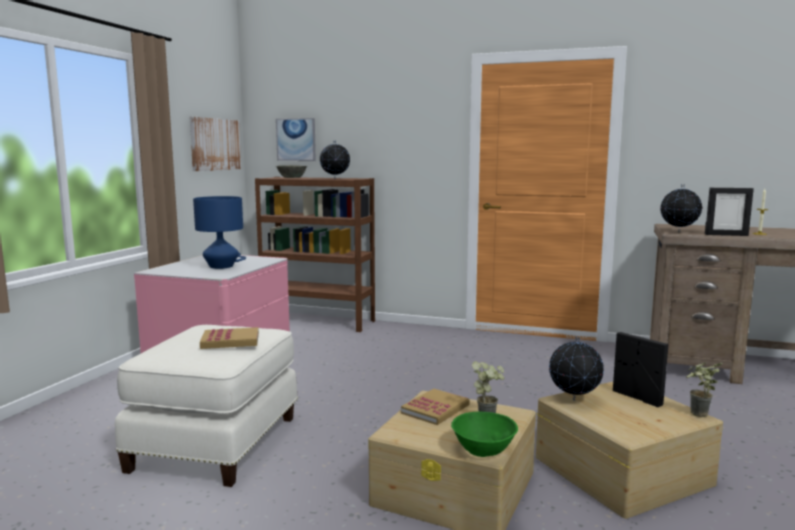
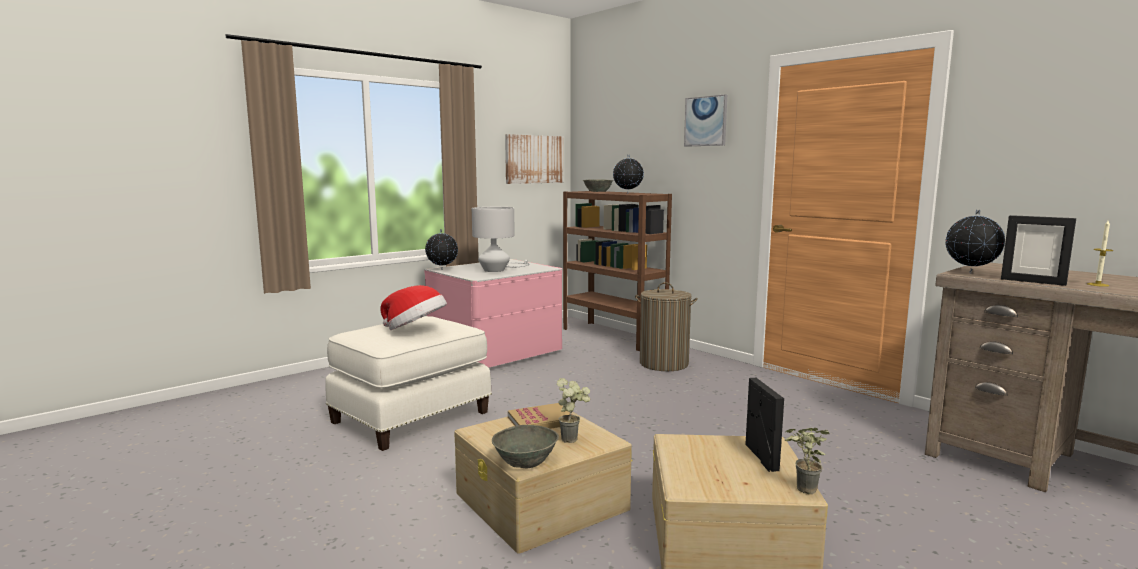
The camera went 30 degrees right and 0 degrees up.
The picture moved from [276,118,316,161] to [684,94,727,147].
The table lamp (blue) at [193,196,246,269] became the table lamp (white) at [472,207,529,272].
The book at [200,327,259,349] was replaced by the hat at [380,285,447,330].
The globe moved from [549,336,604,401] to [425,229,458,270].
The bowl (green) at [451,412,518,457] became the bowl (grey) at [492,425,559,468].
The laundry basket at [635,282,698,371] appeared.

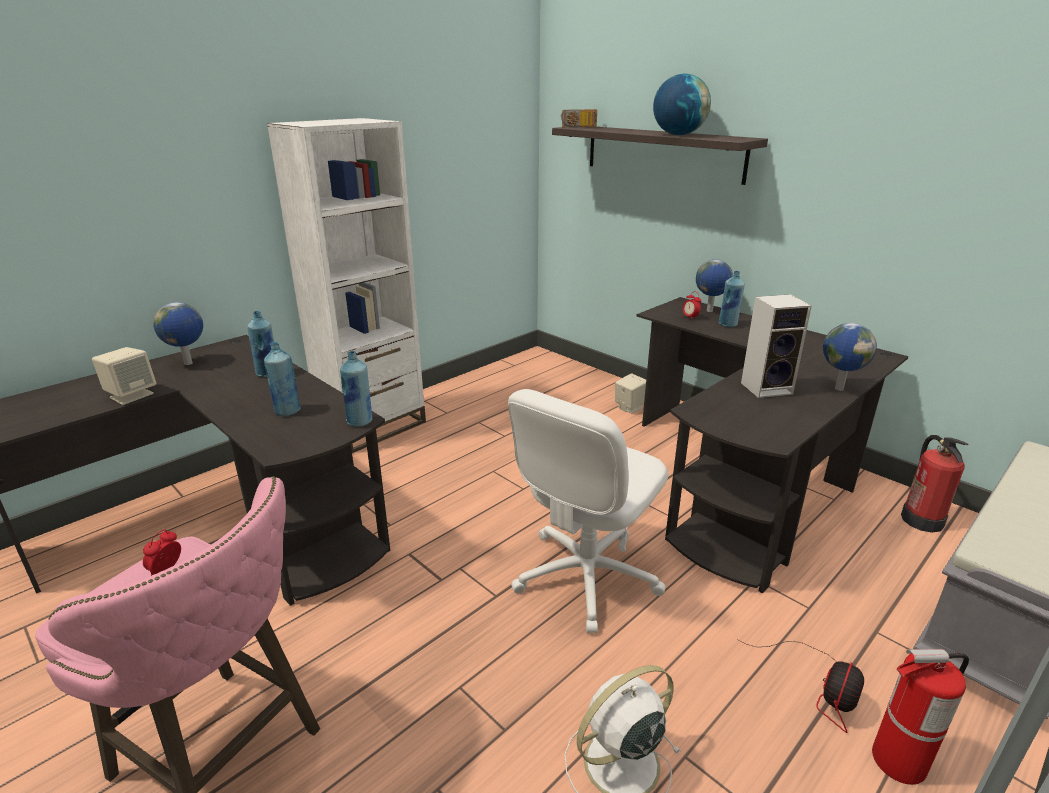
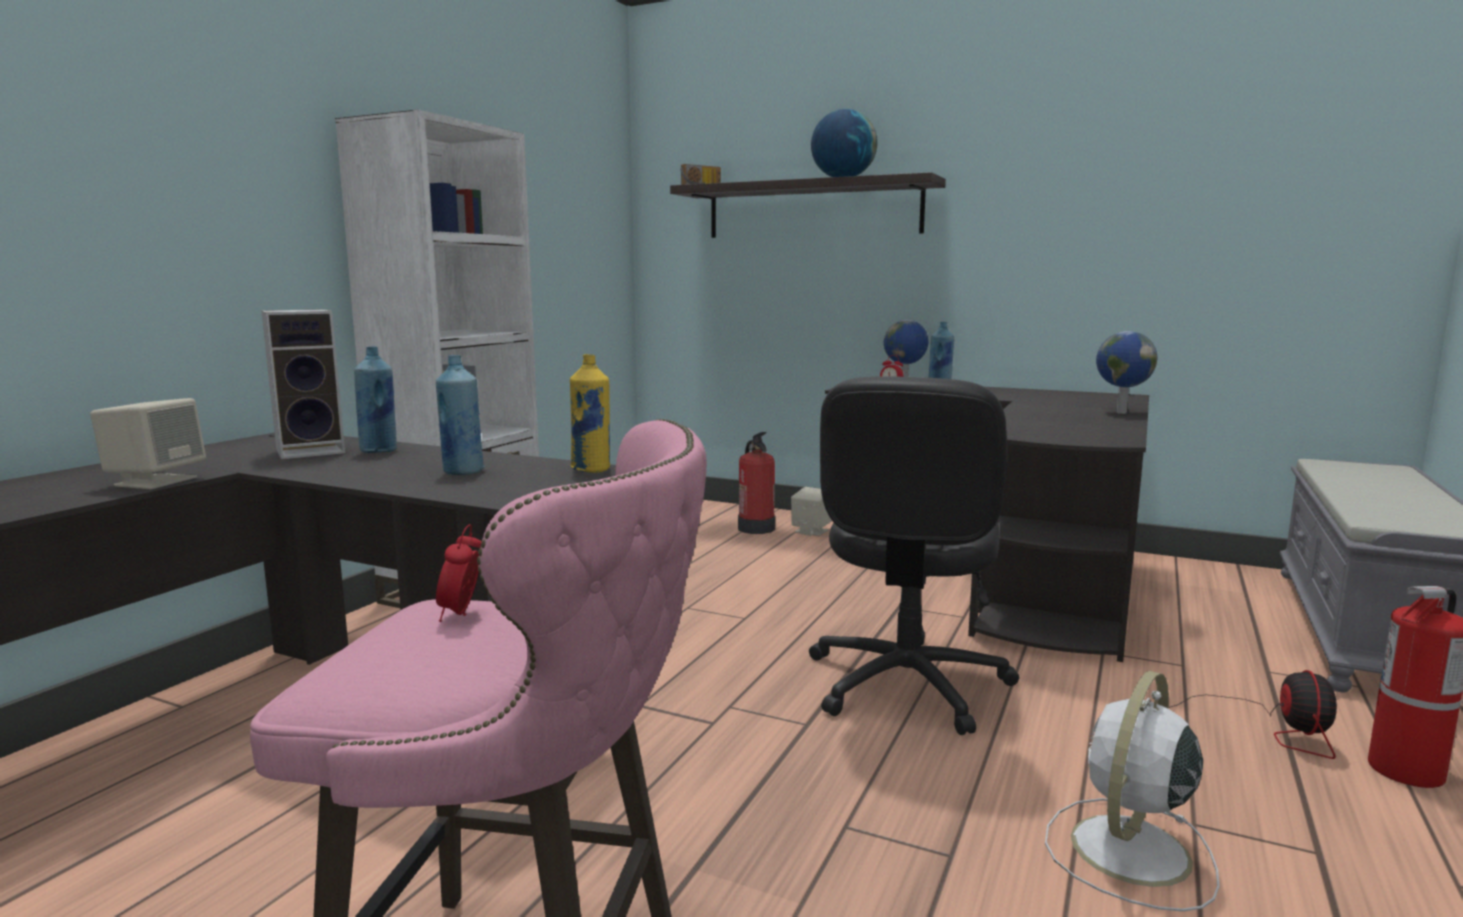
The camera went 20 degrees left and 15 degrees down.
The speaker moved from [741,294,812,398] to [261,309,345,459].
The globe at [153,302,203,365] disappeared.
The bottle (blue) at [340,351,372,427] became the bottle (yellow) at [570,354,610,473].
The office chair (white) at [508,389,668,633] became the office chair (black) at [809,376,1019,735].
The fire extinguisher moved from [901,435,969,533] to [738,432,775,534].

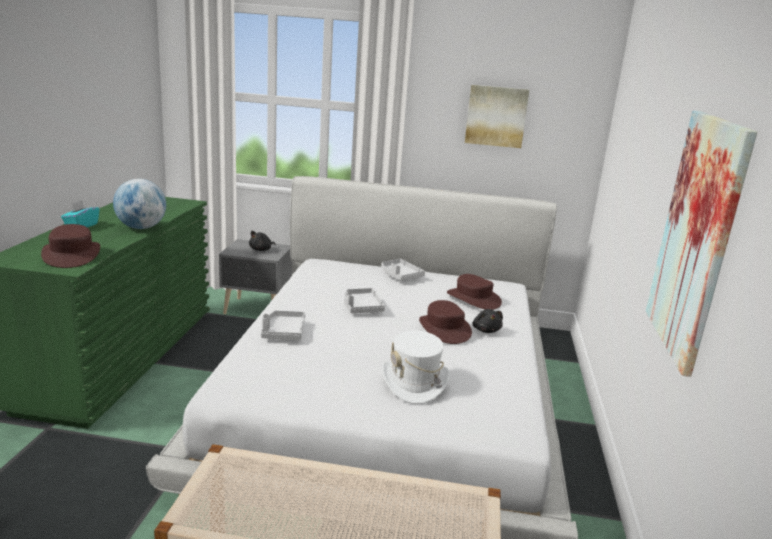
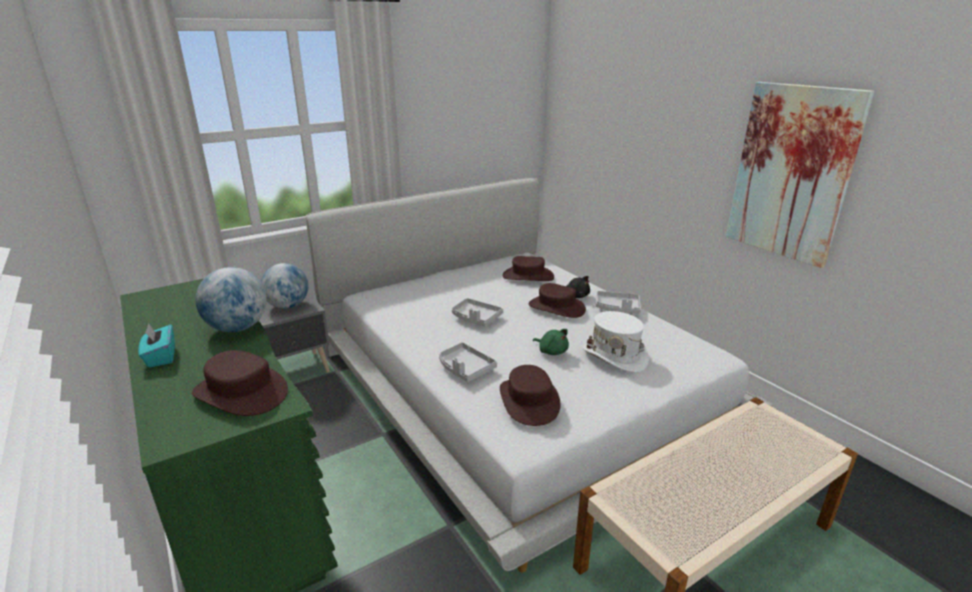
The camera went 40 degrees left and 5 degrees up.
The picture at [465,85,529,148] disappeared.
The plush toy (black) at [249,231,275,251] was replaced by the globe at [261,263,308,309].
The tray (grey) moved from [381,259,425,281] to [596,291,641,313].
The plush toy (green) at [533,329,569,355] appeared.
The hat (brown) at [500,365,561,426] appeared.

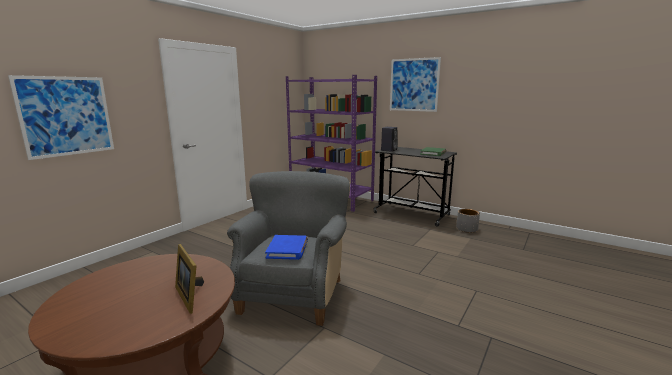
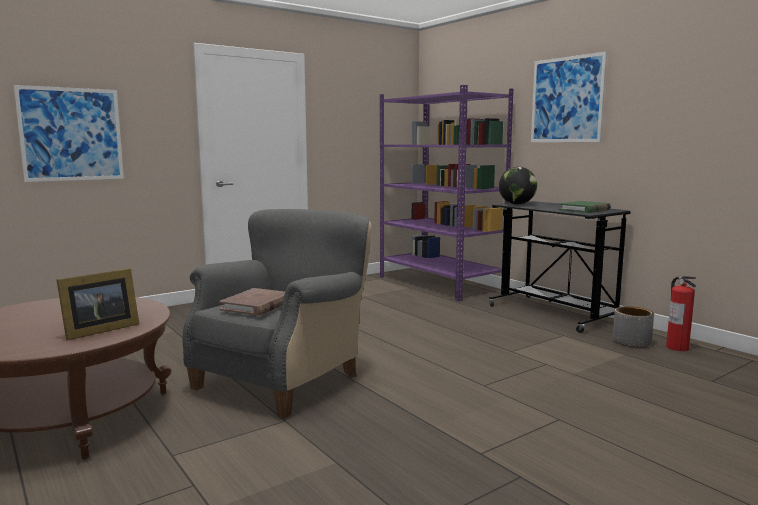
The camera went 20 degrees right and 5 degrees down.
The speaker (black) at [381,127,398,152] was replaced by the globe at [499,167,537,204].
The book (blue) at [265,235,308,260] became the book (brown) at [219,288,285,316].
The picture frame at [175,244,204,314] turned 120 degrees counterclockwise.
The fire extinguisher at [666,276,696,351] appeared.

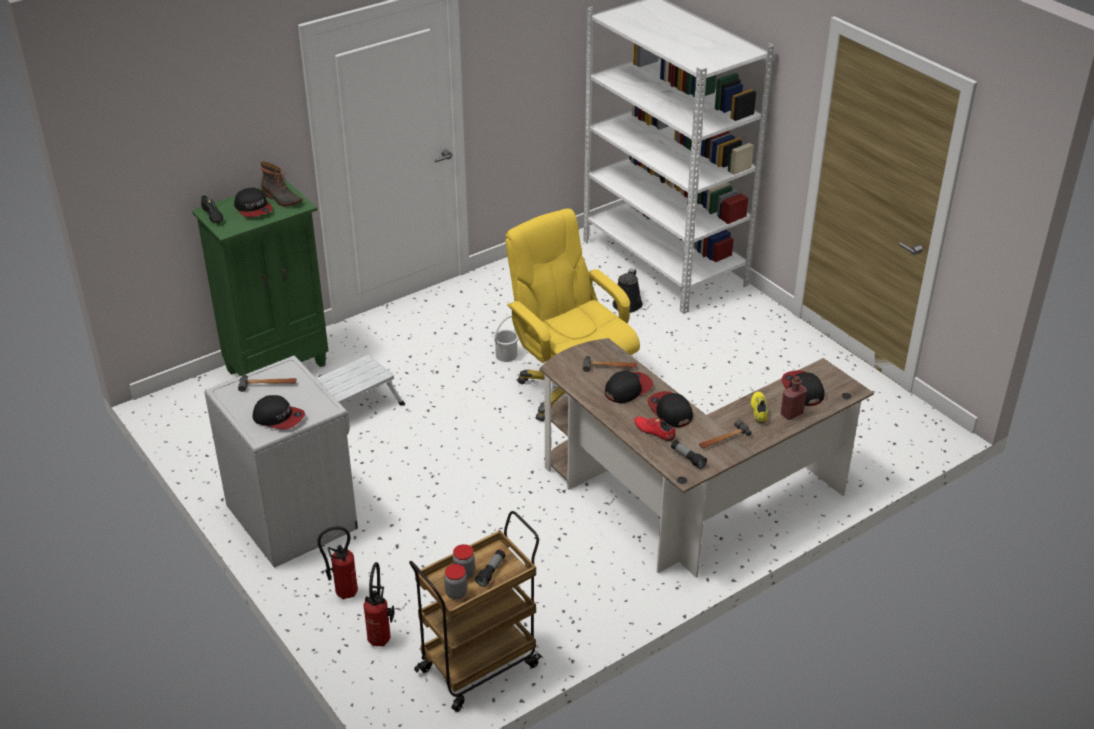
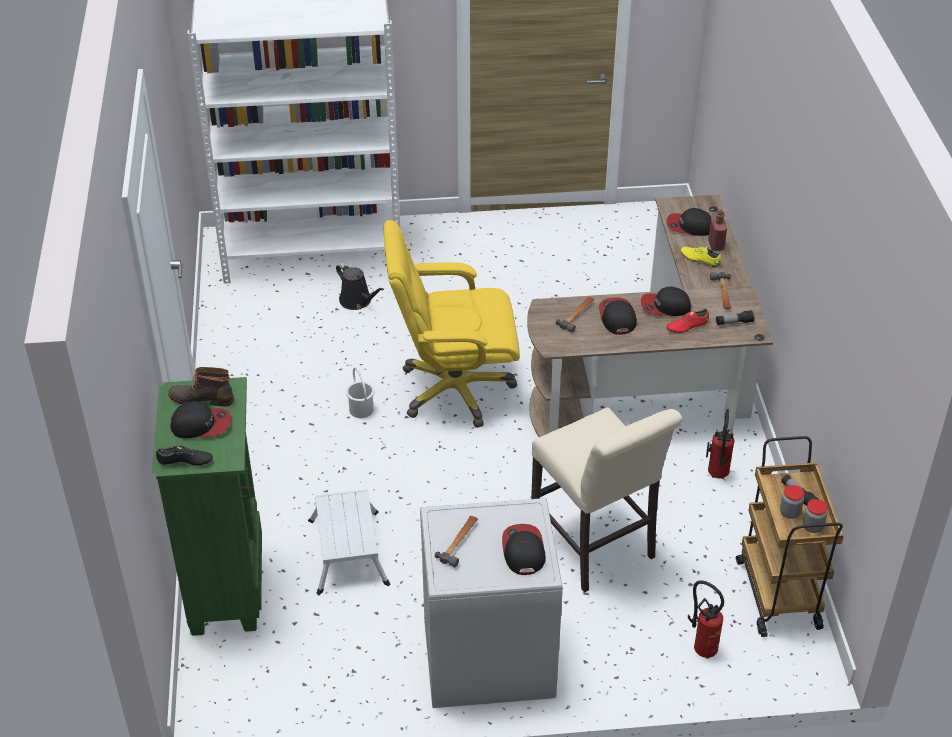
The camera went 60 degrees left and 5 degrees up.
The boot at [261,162,303,207] turned 150 degrees counterclockwise.
The cap at [253,395,305,430] turned 60 degrees counterclockwise.
The fire extinguisher moved from [317,526,358,599] to [706,409,734,479].
The stool (beige) at [531,407,682,592] appeared.

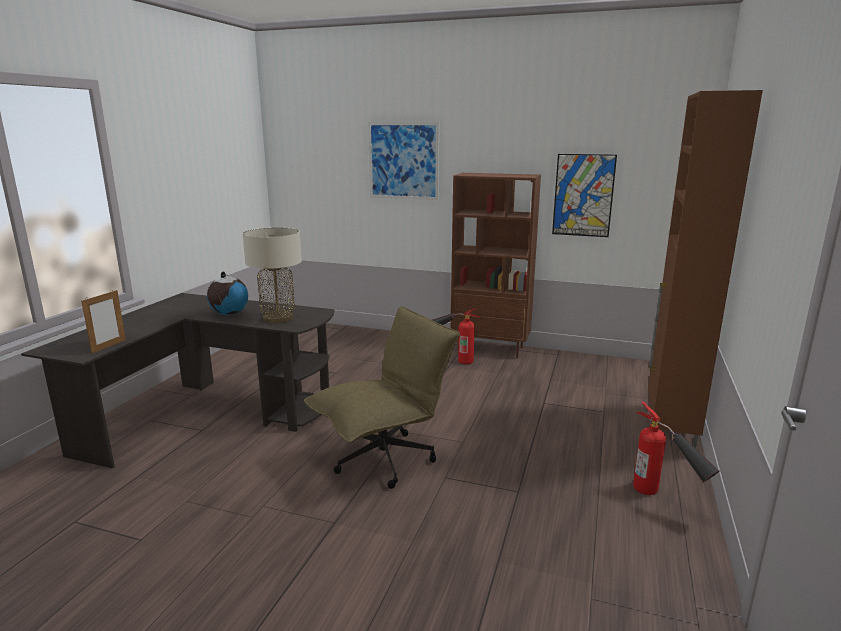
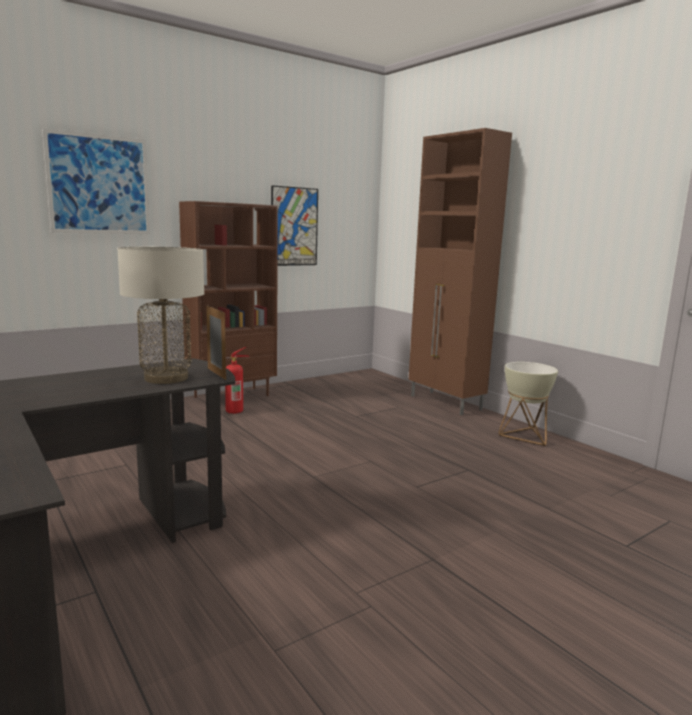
The camera went 55 degrees left and 5 degrees down.
The globe at [207,272,248,315] disappeared.
The picture frame moved from [81,290,126,353] to [206,304,226,380].
The office chair (beige) at [304,306,460,489] disappeared.
The fire extinguisher at [633,402,719,495] was replaced by the planter at [499,362,558,446].

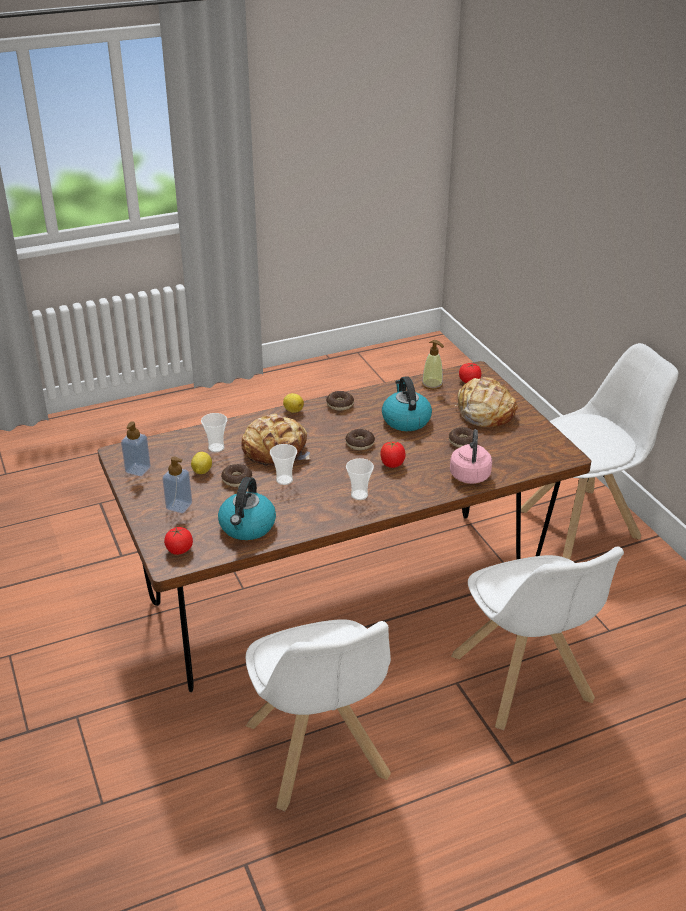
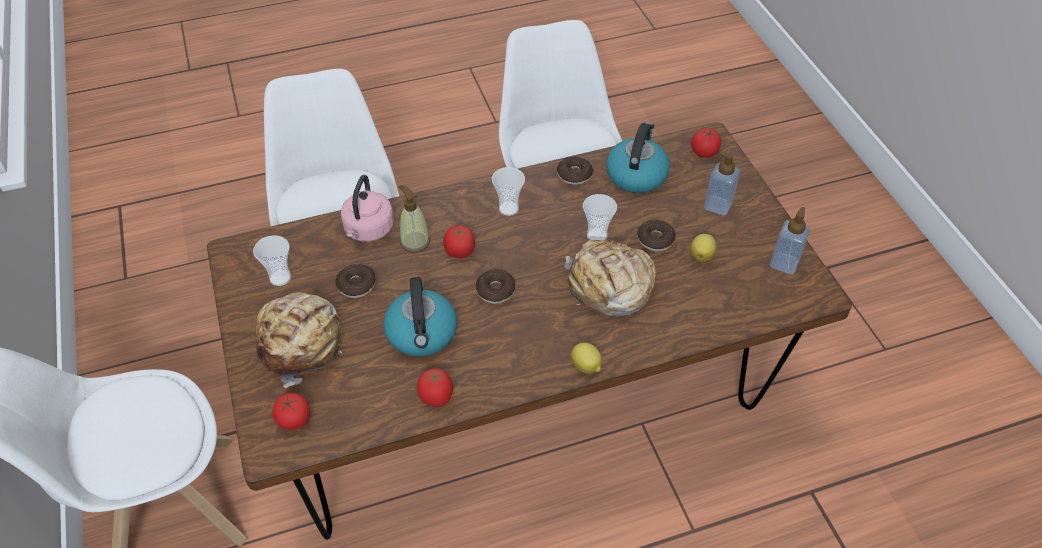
The camera went 175 degrees left and 15 degrees up.
The soap dispenser moved from [422,340,444,390] to [398,185,430,253].
The donut moved from [326,391,354,411] to [557,156,593,185].
The cup moved from [201,413,227,452] to [253,235,291,286].
The tomato at [417,368,453,407] appeared.

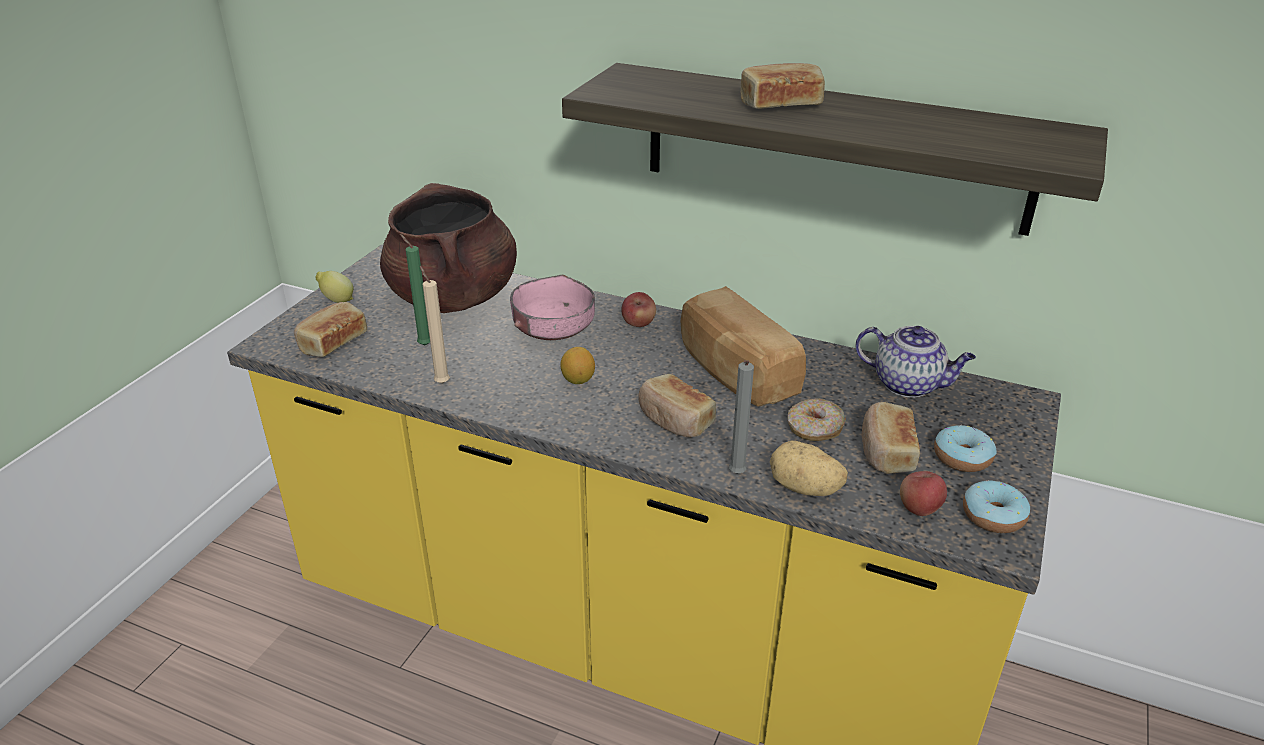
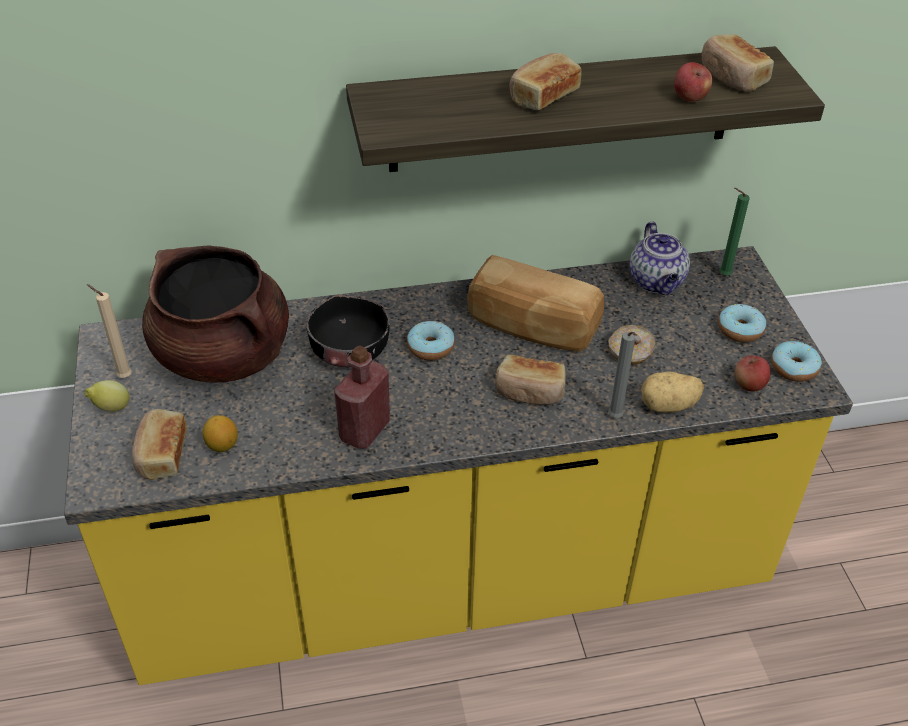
The camera went 35 degrees left and 10 degrees up.
The candle (green) moved from [400,234,430,346] to [719,188,750,276].
The candle (beige) moved from [420,266,450,384] to [87,284,132,378].
The bowl (pink) at [510,275,595,340] became the bowl (black) at [306,295,390,367].
The apple moved from [621,292,656,327] to [674,62,712,102].
The teapot at [856,326,976,398] turned 90 degrees clockwise.
The lemon moved from [560,347,595,384] to [202,415,238,452].
The bread moved from [862,402,920,474] to [702,34,774,92].
The donut at [407,321,455,361] appeared.
The bottle (red) at [334,345,390,449] appeared.

